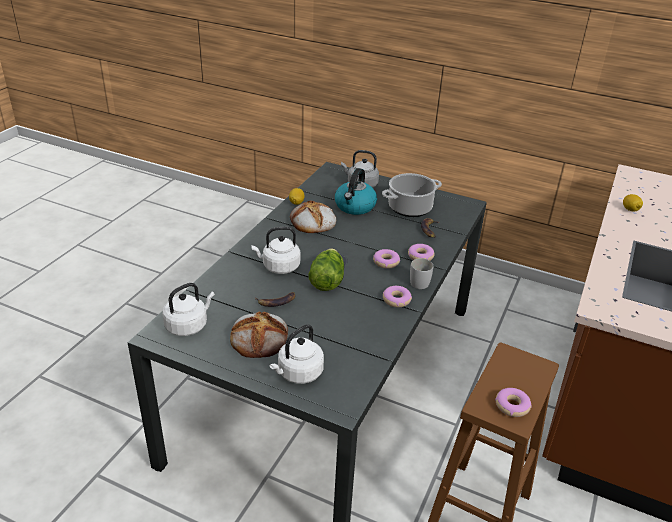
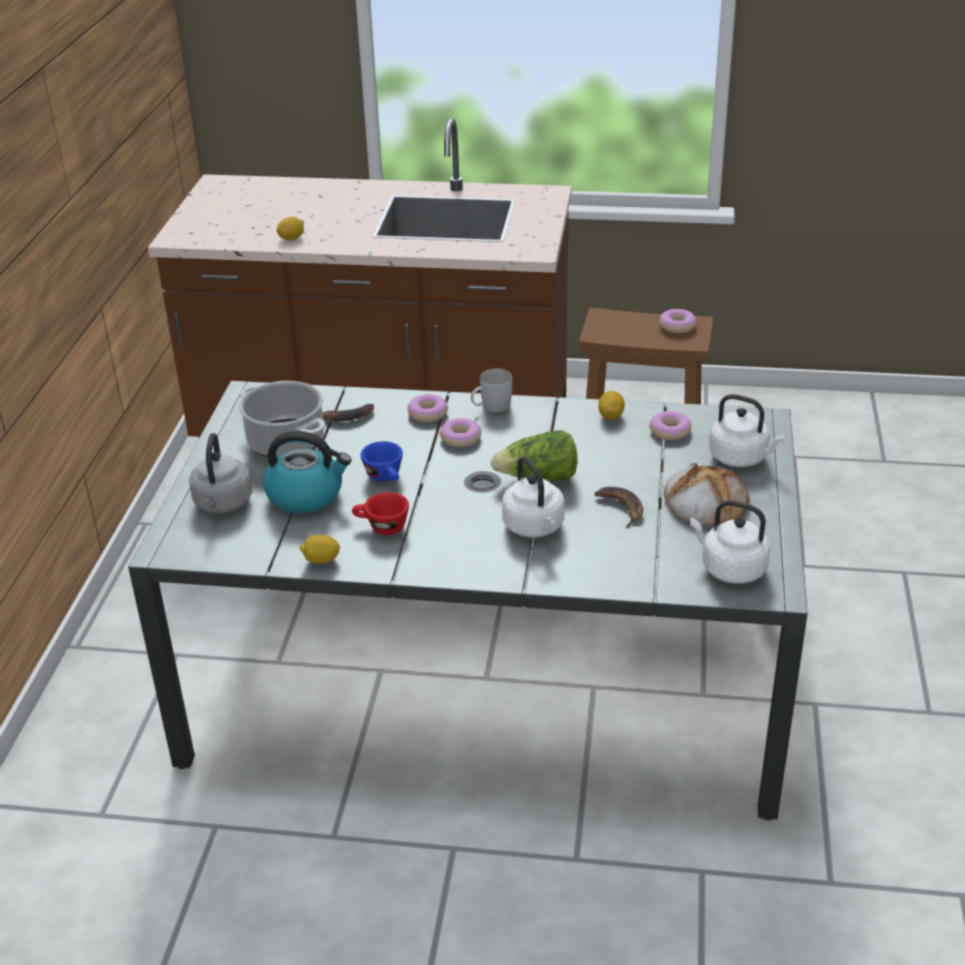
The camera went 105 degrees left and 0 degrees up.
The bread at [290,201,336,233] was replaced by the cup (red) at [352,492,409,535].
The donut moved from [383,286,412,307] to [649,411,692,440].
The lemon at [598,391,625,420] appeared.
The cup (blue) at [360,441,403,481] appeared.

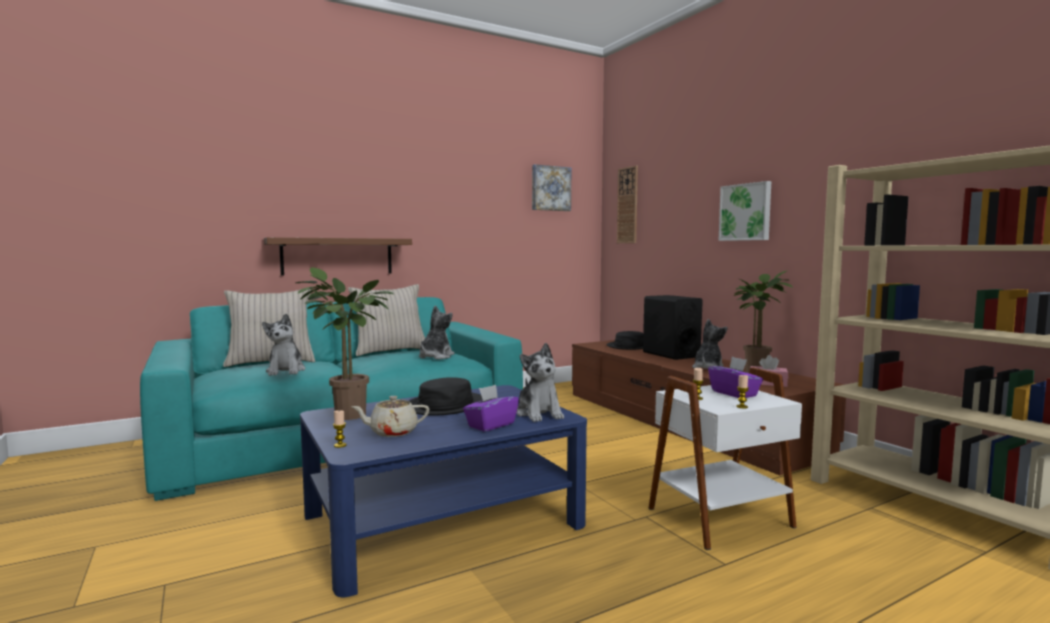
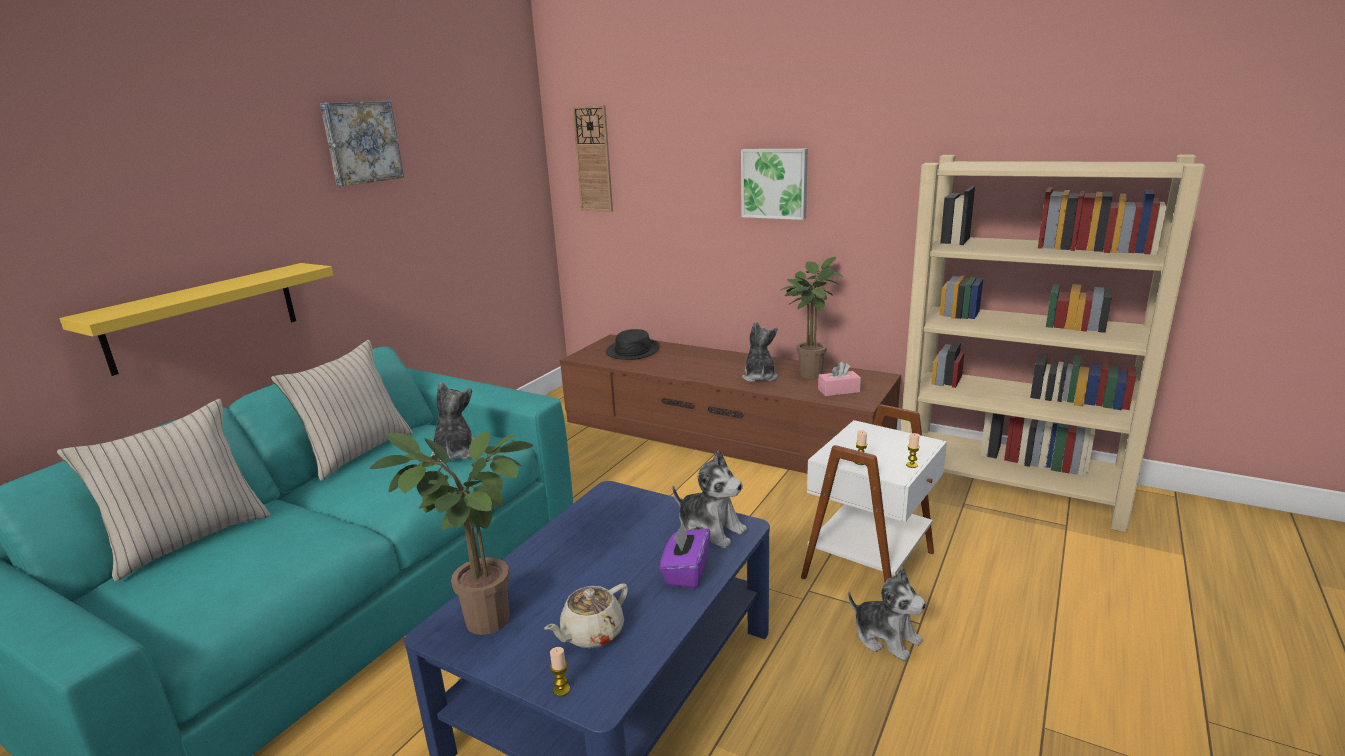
The camera went 30 degrees left and 15 degrees up.
The picture moved from [532,164,571,211] to [320,101,404,186].
The shelf (brown) at [264,237,412,276] became the shelf (yellow) at [60,263,333,376].
The speaker (black) at [643,295,703,360] disappeared.
The plush toy moved from [262,314,306,376] to [848,567,926,661].
The tissue box (purple) at [708,357,763,398] disappeared.
The hat (black) at [409,377,483,415] disappeared.

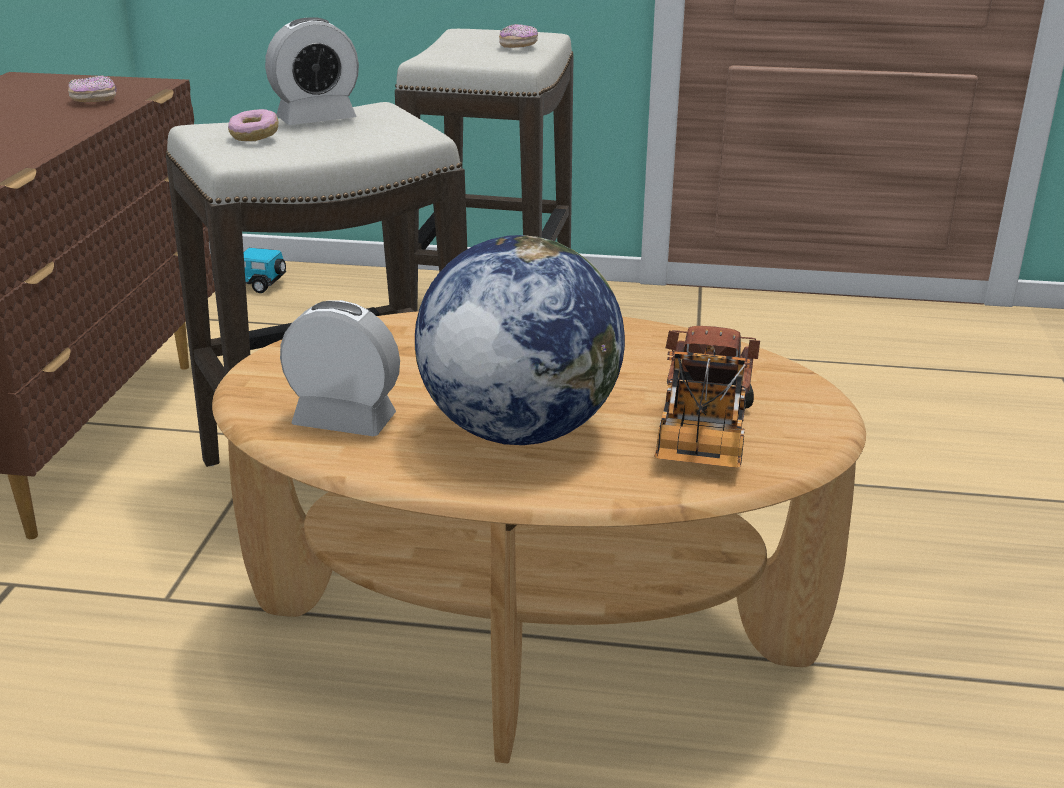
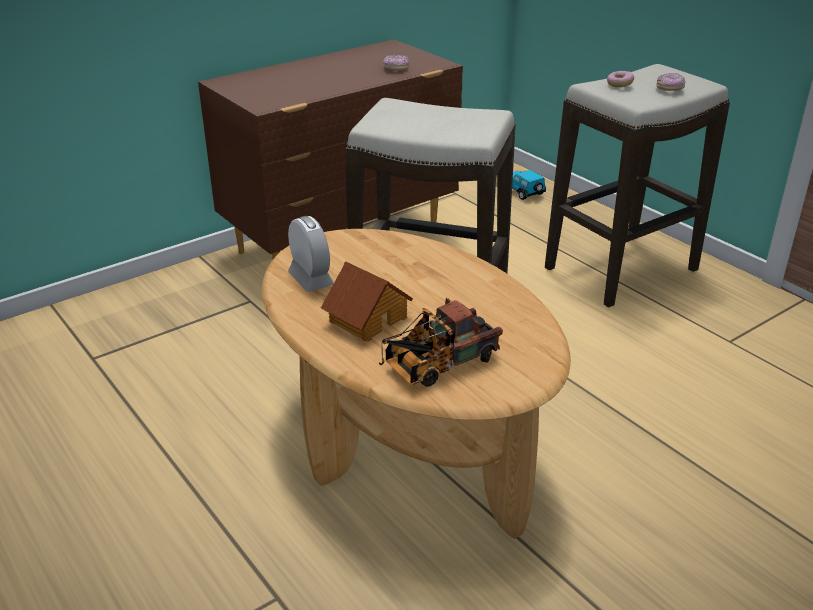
The camera went 45 degrees right and 5 degrees up.
The alarm clock at [265,17,359,125] disappeared.
The donut moved from [228,109,278,141] to [607,71,634,87].
The globe at [415,235,625,445] was replaced by the toy house at [321,261,413,342].

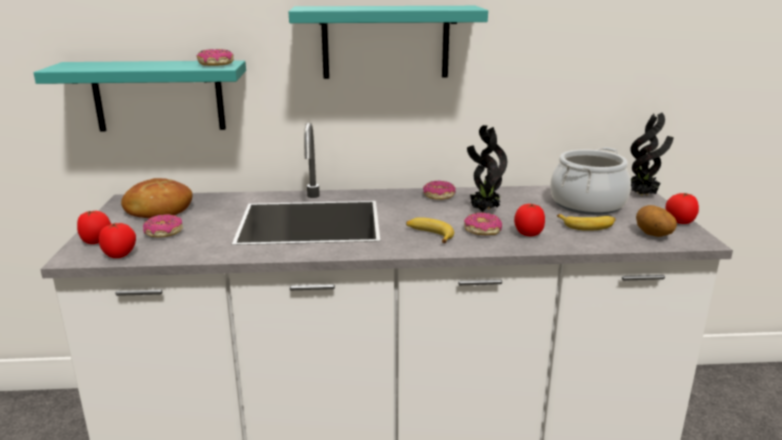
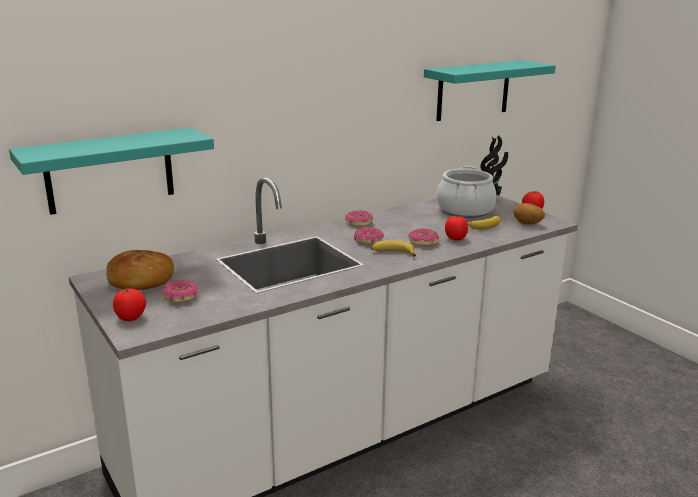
The camera went 30 degrees left and 0 degrees up.
The shelf (turquoise) moved from [289,6,488,79] to [424,60,556,121].
The donut moved from [197,49,234,66] to [354,227,384,245].
The potted plant at [467,125,507,212] disappeared.
The tomato at [99,223,136,258] disappeared.

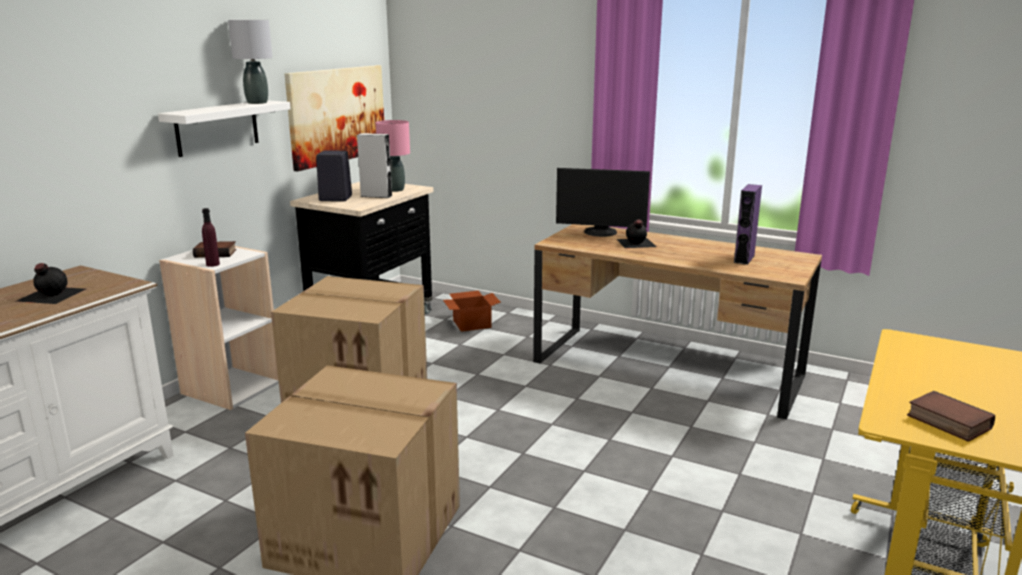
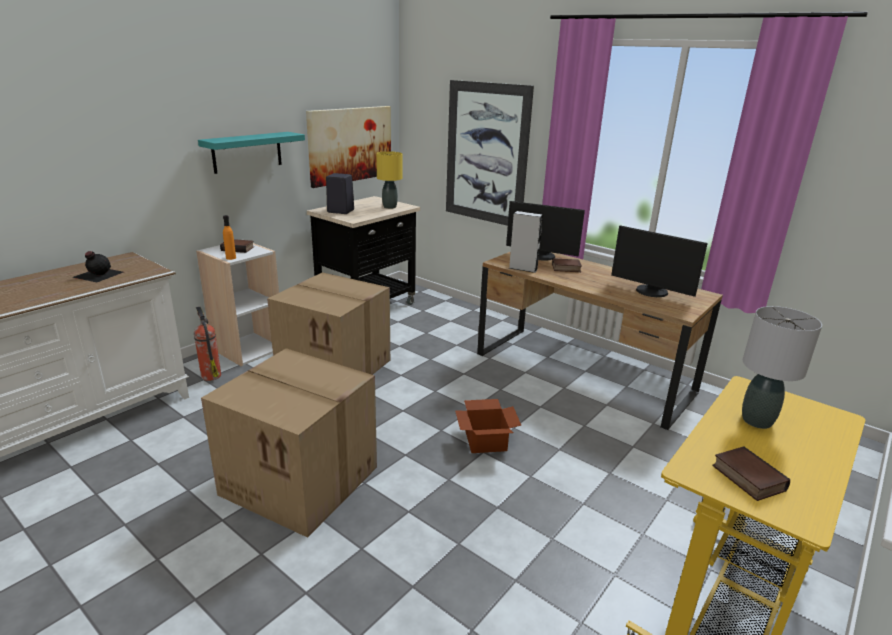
The camera went 10 degrees right and 5 degrees up.
The table lamp (grey) moved from [228,20,273,104] to [742,306,822,429].
The shelf (white) at [158,100,291,157] became the shelf (turquoise) at [198,132,305,174].
The table lamp (pink) at [376,120,410,192] became the table lamp (yellow) at [376,151,403,209].
The speaker (grey) moved from [357,133,392,198] to [509,211,543,273].
The speaker (purple) at [734,184,762,265] was replaced by the monitor at [611,225,708,297].
The bottle (purple) at [202,208,220,267] became the bottle (orange) at [223,215,236,260].
The bottle (black) at [616,219,656,248] was replaced by the book at [552,258,582,272].
The cardboard box moved from [443,290,501,332] to [455,399,521,453].
The picture at [446,80,534,226] appeared.
The fire extinguisher at [194,307,221,381] appeared.

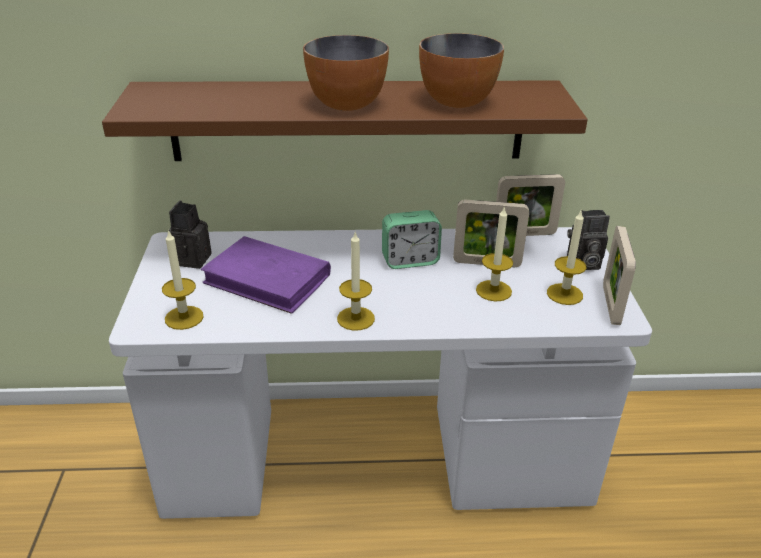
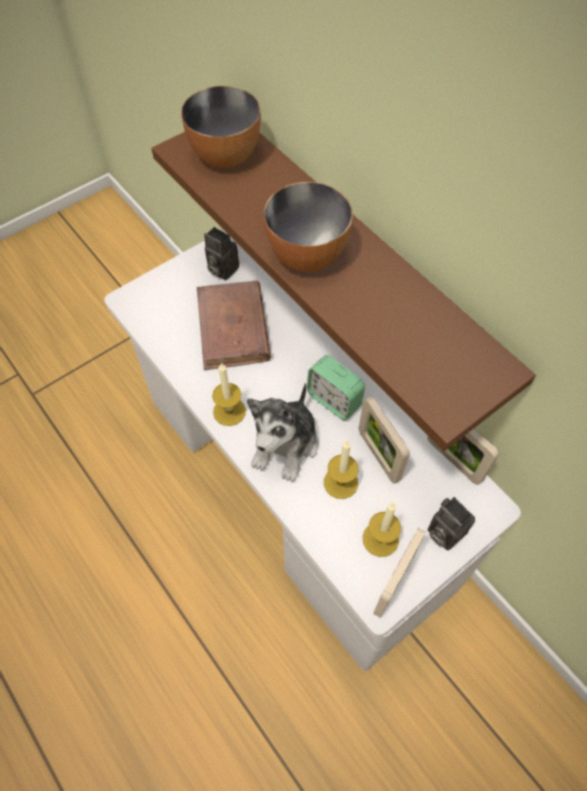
The camera went 55 degrees right and 25 degrees up.
The bowl moved from [419,33,504,108] to [181,86,261,168].
The photo camera at [169,201,212,269] turned 120 degrees counterclockwise.
The picture frame at [603,226,636,325] turned 150 degrees clockwise.
The candle at [162,229,203,330] disappeared.
The book (purple) at [201,236,331,314] became the book (brown) at [197,281,271,370].
The plush toy at [247,383,318,483] appeared.

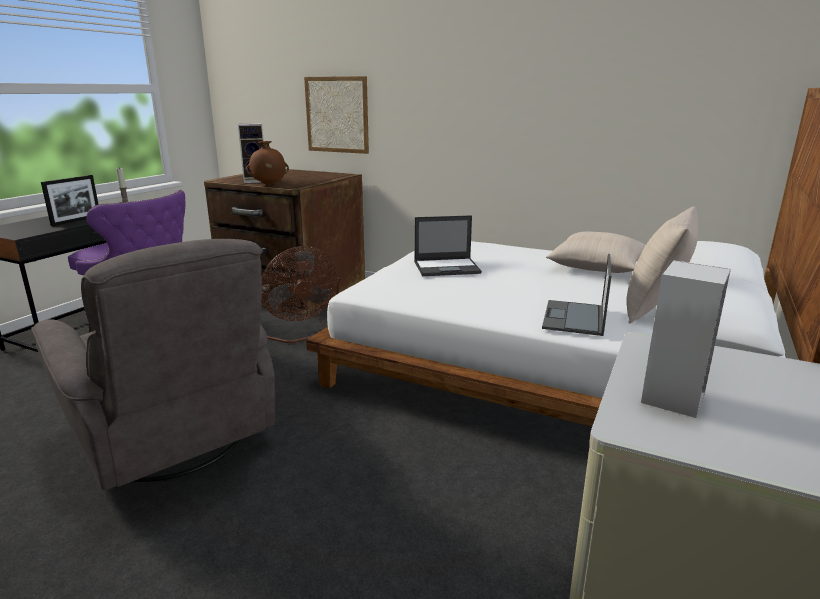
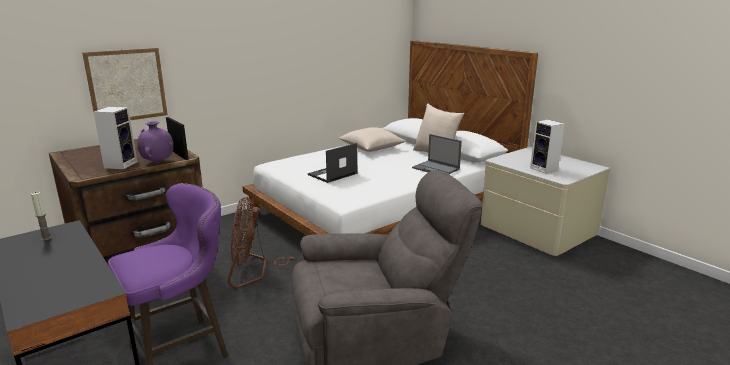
The camera went 65 degrees left and 0 degrees up.
The vase (brown) at [246,141,289,186] became the vase (purple) at [137,121,173,163].
The picture frame moved from [41,175,99,226] to [166,117,188,160].
The laptop at [414,215,482,276] turned 150 degrees counterclockwise.

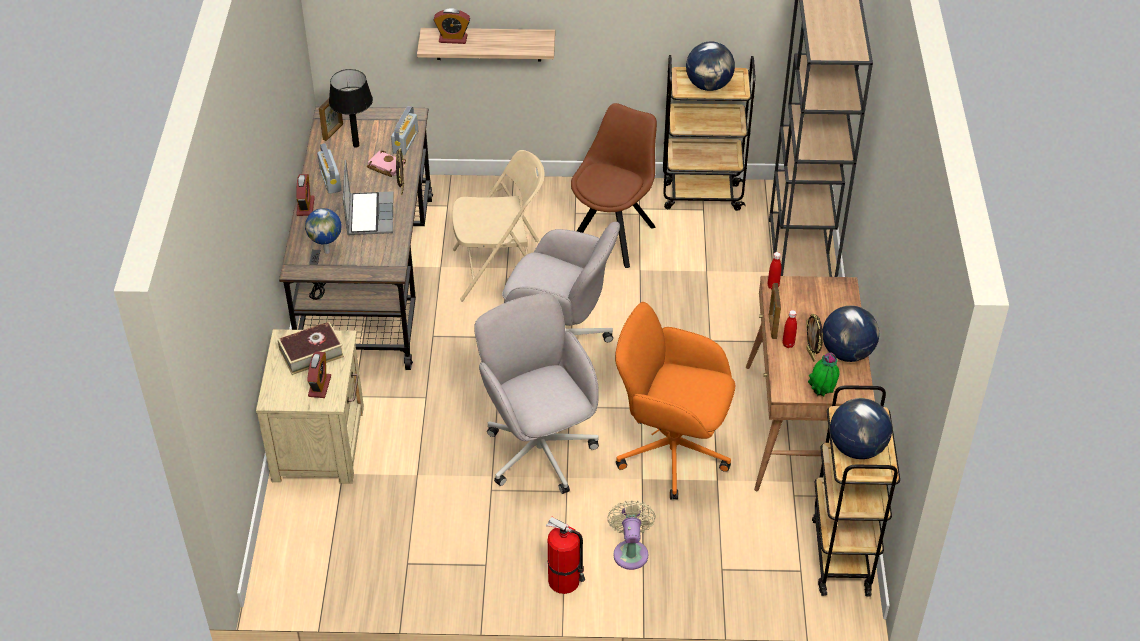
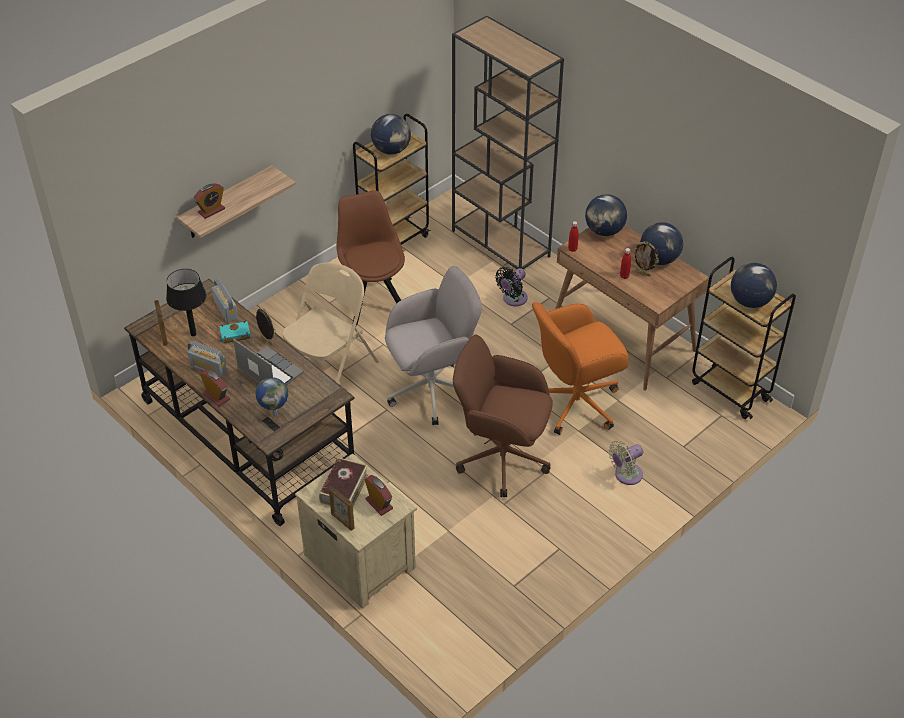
The camera went 45 degrees left and 0 degrees up.
The book (pink) at [367,151,406,177] became the book (turquoise) at [219,320,251,343].
The picture frame moved from [769,283,781,339] to [329,486,354,531].
The office chair (grey) at [474,293,599,494] became the office chair (brown) at [453,334,553,497].
The potted plant at [808,352,839,396] disappeared.
The fan (beige) at [607,500,656,570] turned 75 degrees counterclockwise.
The fire extinguisher at [546,517,585,594] disappeared.
The globe at [585,194,627,236] appeared.
The fan (black) at [495,267,528,306] appeared.

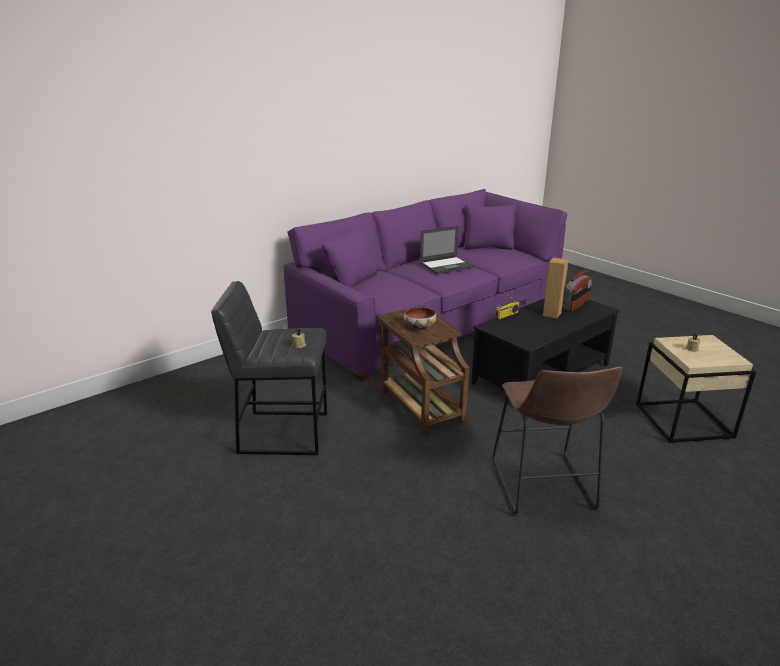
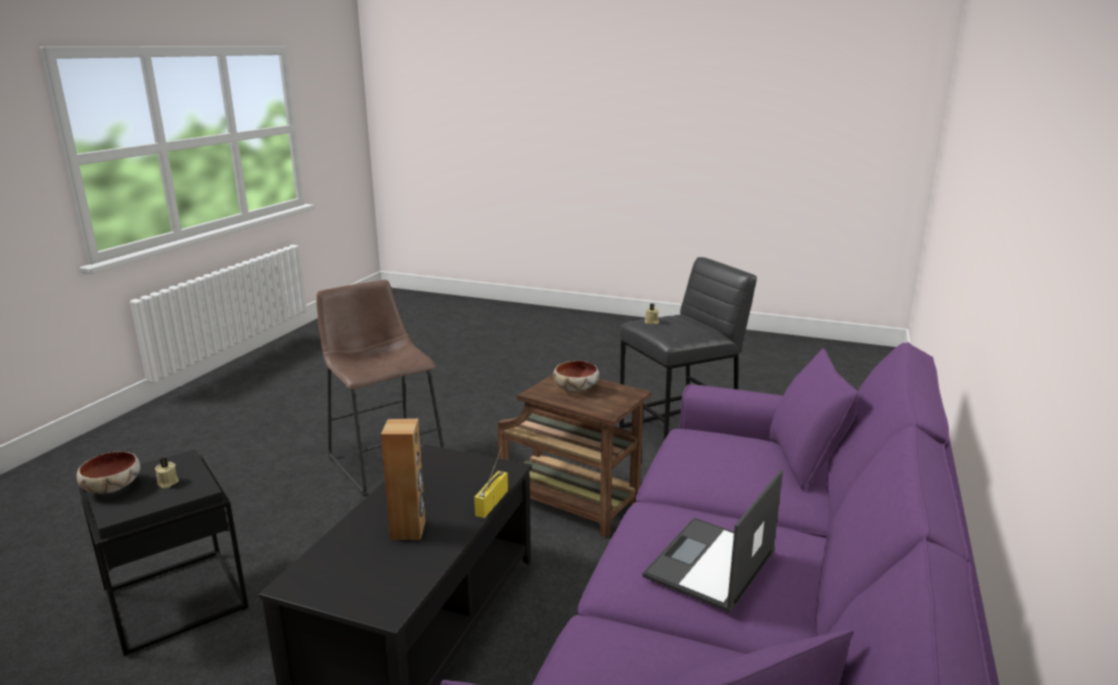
The camera went 150 degrees right and 5 degrees down.
The radio at [562,270,592,312] disappeared.
The side table (beige) at [636,335,756,443] became the side table (black) at [79,450,249,656].
The bowl at [77,452,141,493] appeared.

